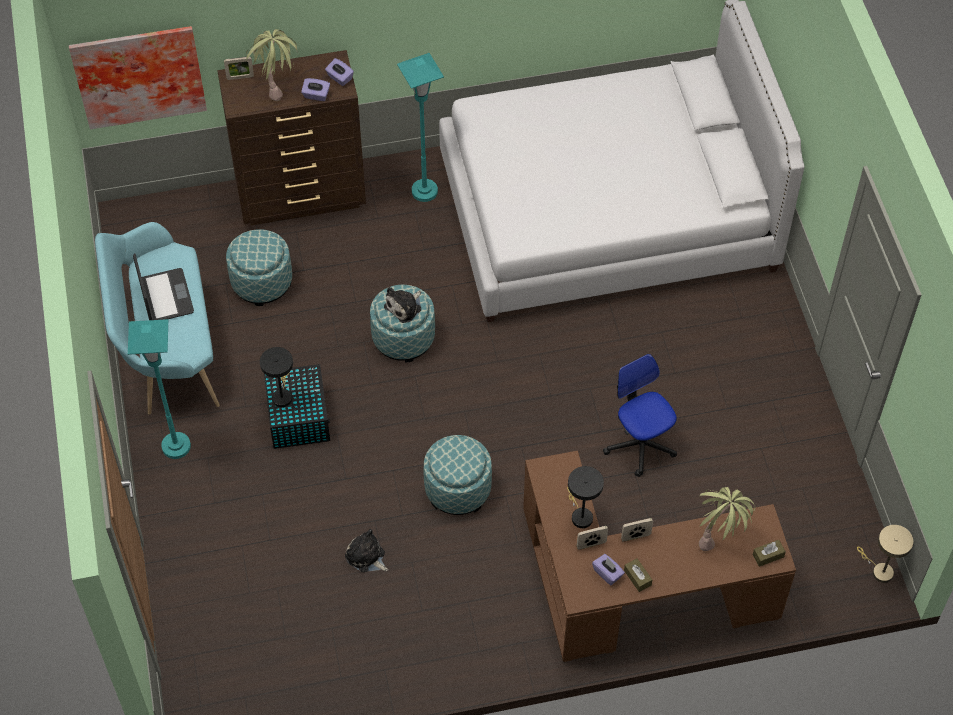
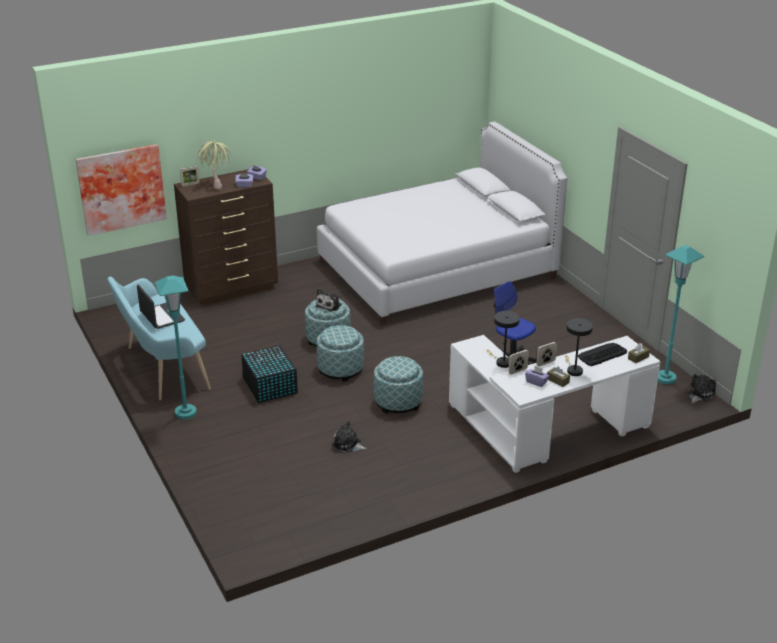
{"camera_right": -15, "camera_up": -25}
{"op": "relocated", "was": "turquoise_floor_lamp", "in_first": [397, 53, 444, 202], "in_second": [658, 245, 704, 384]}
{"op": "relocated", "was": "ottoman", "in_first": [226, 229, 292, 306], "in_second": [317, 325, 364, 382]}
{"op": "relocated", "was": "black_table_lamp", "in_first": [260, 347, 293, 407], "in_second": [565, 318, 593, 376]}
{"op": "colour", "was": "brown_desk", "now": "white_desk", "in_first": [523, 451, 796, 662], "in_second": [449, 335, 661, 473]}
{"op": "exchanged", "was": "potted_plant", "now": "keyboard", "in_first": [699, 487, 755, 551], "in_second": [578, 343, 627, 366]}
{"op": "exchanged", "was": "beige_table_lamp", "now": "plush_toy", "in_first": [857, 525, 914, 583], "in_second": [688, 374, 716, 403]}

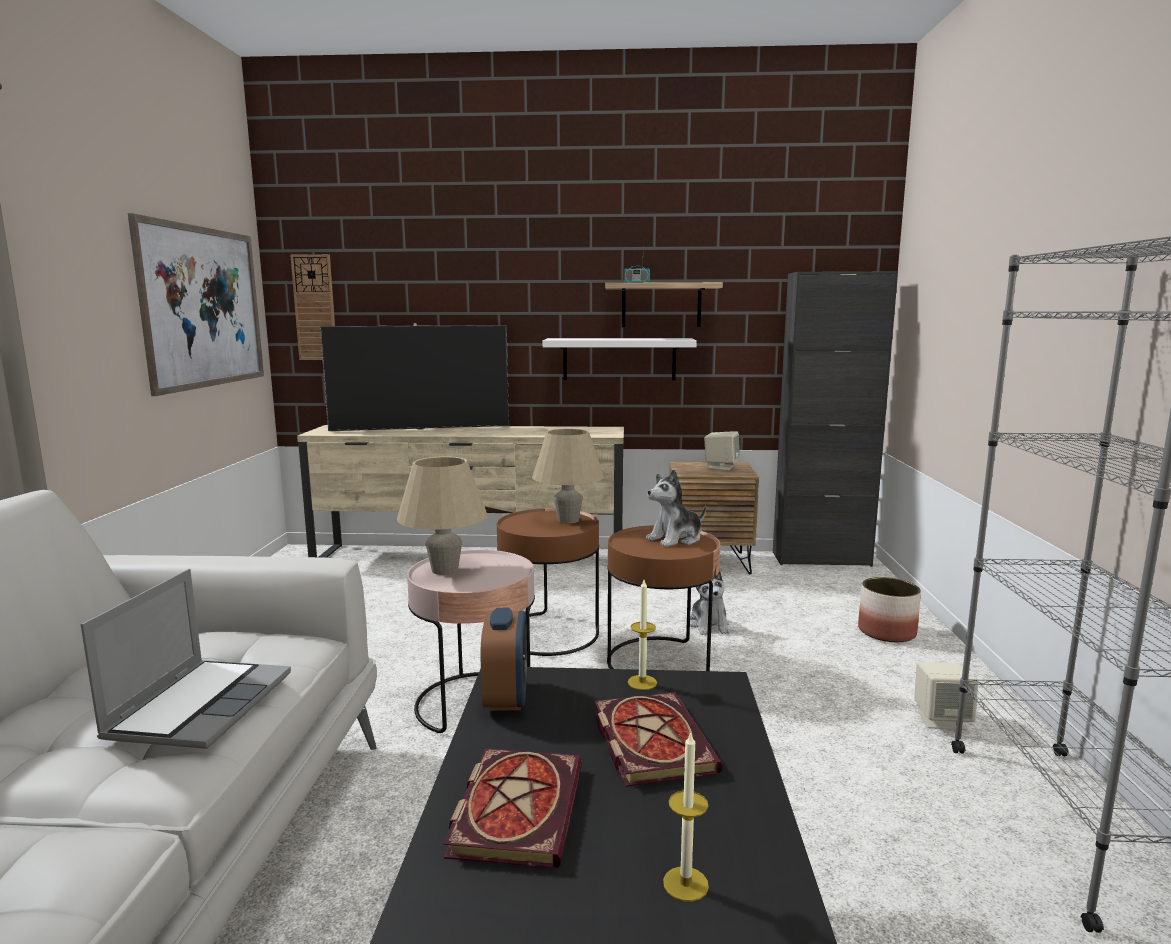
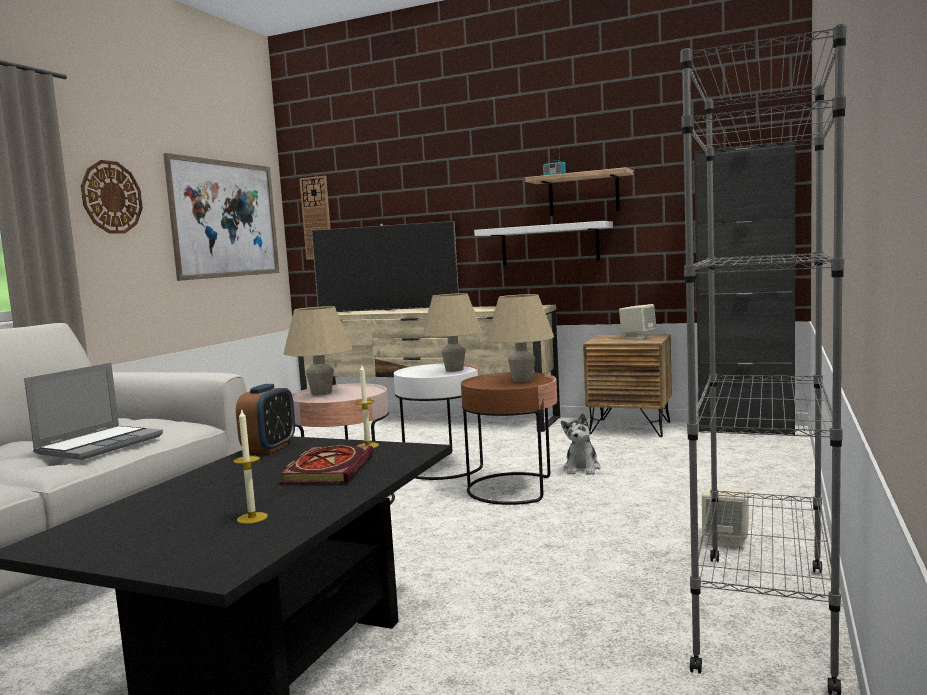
{"camera_right": 20, "camera_up": -5}
{"op": "exchanged", "was": "plush_toy", "now": "beige_table_lamp", "in_first": [646, 469, 706, 547], "in_second": [487, 294, 554, 382]}
{"op": "colour", "was": "brown_side_table", "now": "white_side_table", "in_first": [497, 508, 599, 656], "in_second": [394, 364, 483, 480]}
{"op": "missing", "was": "planter", "in_first": [858, 577, 921, 642]}
{"op": "missing", "was": "book", "in_first": [443, 748, 582, 868]}
{"op": "appeared", "now": "wall_clock", "in_second": [81, 160, 143, 234]}

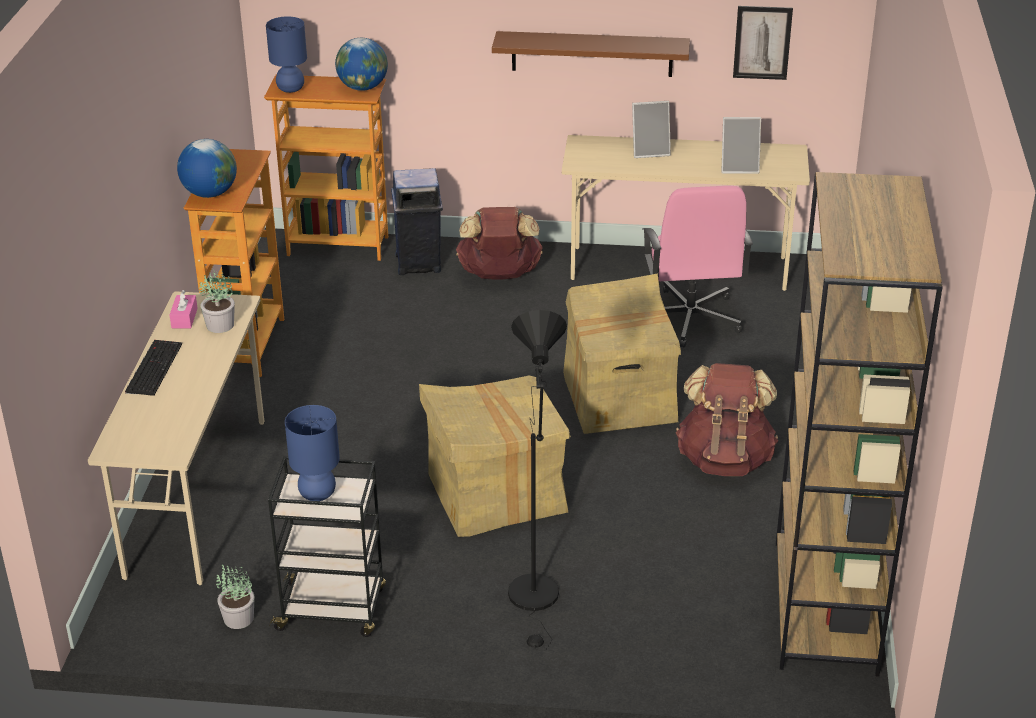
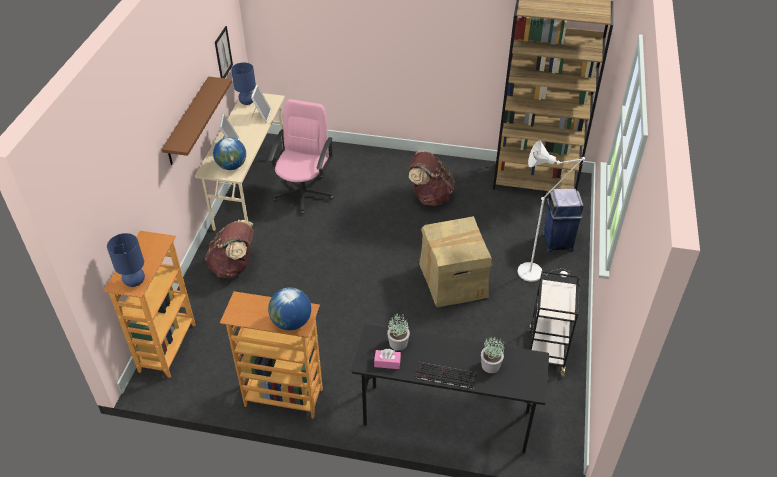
{"camera_right": -85, "camera_up": 10}
{"op": "relocated", "was": "globe", "in_first": [335, 38, 388, 91], "in_second": [213, 137, 246, 170]}
{"op": "relocated", "was": "blue_trash_can", "in_first": [391, 168, 443, 275], "in_second": [542, 188, 584, 252]}
{"op": "spun", "was": "pink_office_chair", "in_first": [643, 186, 753, 348], "in_second": [268, 99, 333, 215], "clockwise": -75}
{"op": "missing", "was": "cardboard_box", "in_first": [563, 273, 681, 434]}
{"op": "colour", "was": "beige_desk", "now": "black_desk", "in_first": [88, 291, 264, 585], "in_second": [351, 324, 549, 453]}
{"op": "colour", "was": "black_floor_lamp", "now": "white_floor_lamp", "in_first": [508, 310, 567, 651], "in_second": [517, 140, 585, 282]}
{"op": "relocated", "was": "blue_table_lamp", "in_first": [285, 405, 340, 501], "in_second": [231, 62, 256, 105]}
{"op": "relocated", "was": "potted_plant", "in_first": [216, 564, 255, 629], "in_second": [481, 337, 504, 373]}

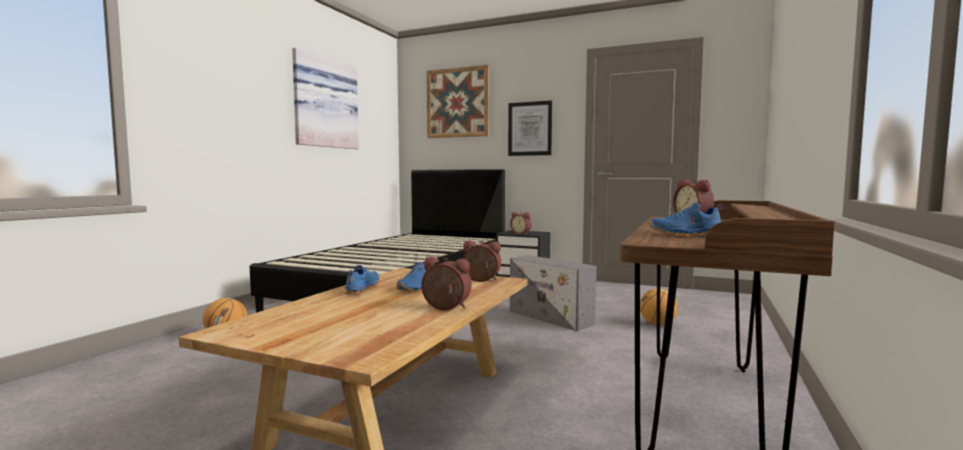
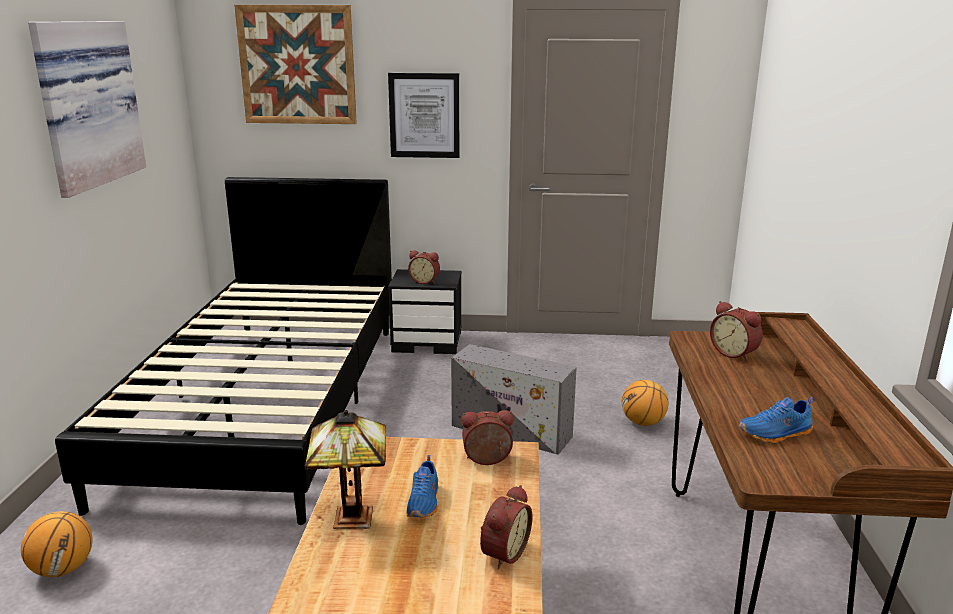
{"camera_right": -20, "camera_up": 15}
{"op": "spun", "was": "alarm_clock", "in_first": [421, 257, 472, 310], "in_second": [480, 485, 533, 569], "clockwise": 120}
{"op": "exchanged", "was": "blue_shoe", "now": "table_lamp", "in_first": [345, 265, 379, 294], "in_second": [305, 410, 386, 529]}

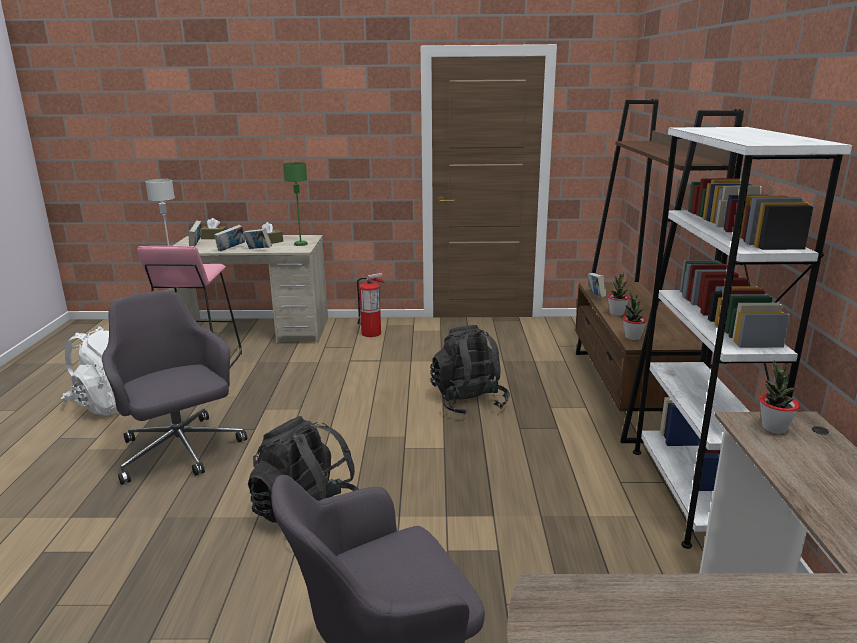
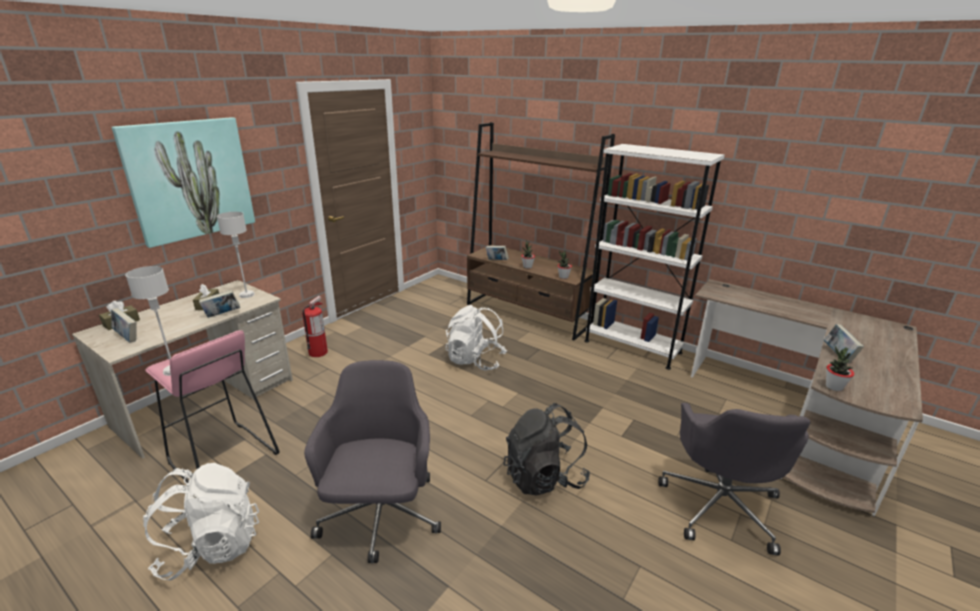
{"camera_right": -55, "camera_up": 5}
{"op": "colour", "was": "green_table_lamp", "now": "grey_table_lamp", "in_first": [283, 162, 308, 246], "in_second": [217, 212, 255, 298]}
{"op": "relocated", "was": "book", "in_first": [214, 225, 245, 252], "in_second": [824, 324, 864, 363]}
{"op": "spun", "was": "grey_office_chair", "in_first": [102, 290, 247, 485], "in_second": [304, 360, 441, 564], "clockwise": 90}
{"op": "colour", "was": "black_backpack", "now": "white_backpack", "in_first": [430, 325, 510, 415], "in_second": [446, 305, 507, 371]}
{"op": "relocated", "was": "potted_plant", "in_first": [760, 360, 800, 434], "in_second": [826, 346, 854, 391]}
{"op": "appeared", "now": "picture", "in_second": [112, 117, 255, 248]}

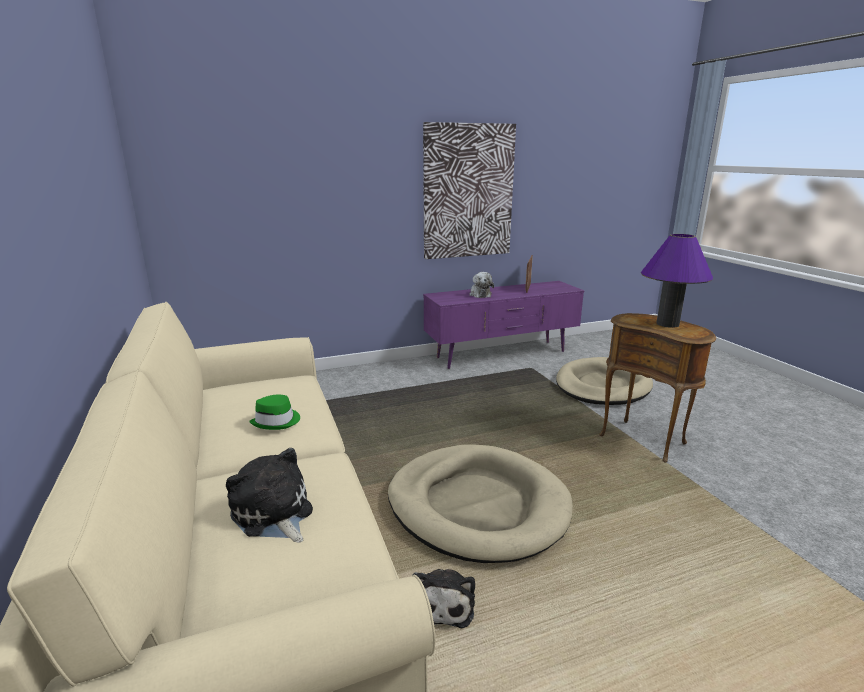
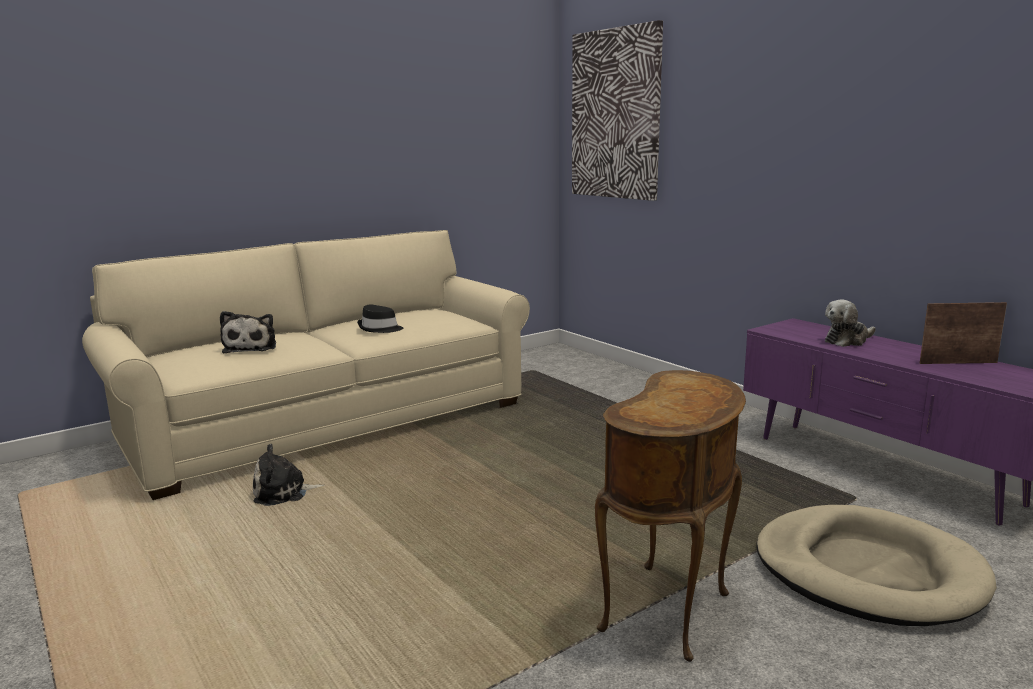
{"camera_right": 75, "camera_up": -5}
{"op": "relocated", "was": "picture", "in_first": [423, 122, 516, 259], "in_second": [572, 20, 663, 201]}
{"op": "missing", "was": "purple_table_lamp", "in_first": [641, 234, 713, 328]}
{"op": "colour", "was": "green_hat", "now": "black_hat", "in_first": [249, 395, 300, 430], "in_second": [357, 305, 403, 333]}
{"op": "missing", "was": "beige_dog_bed", "in_first": [388, 444, 573, 563]}
{"op": "spun", "was": "plush_toy", "in_first": [226, 448, 313, 543], "in_second": [220, 311, 276, 354], "clockwise": 135}

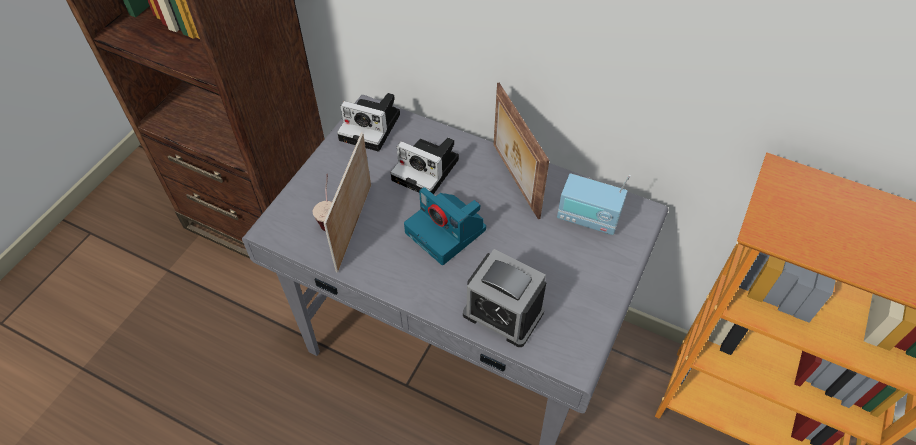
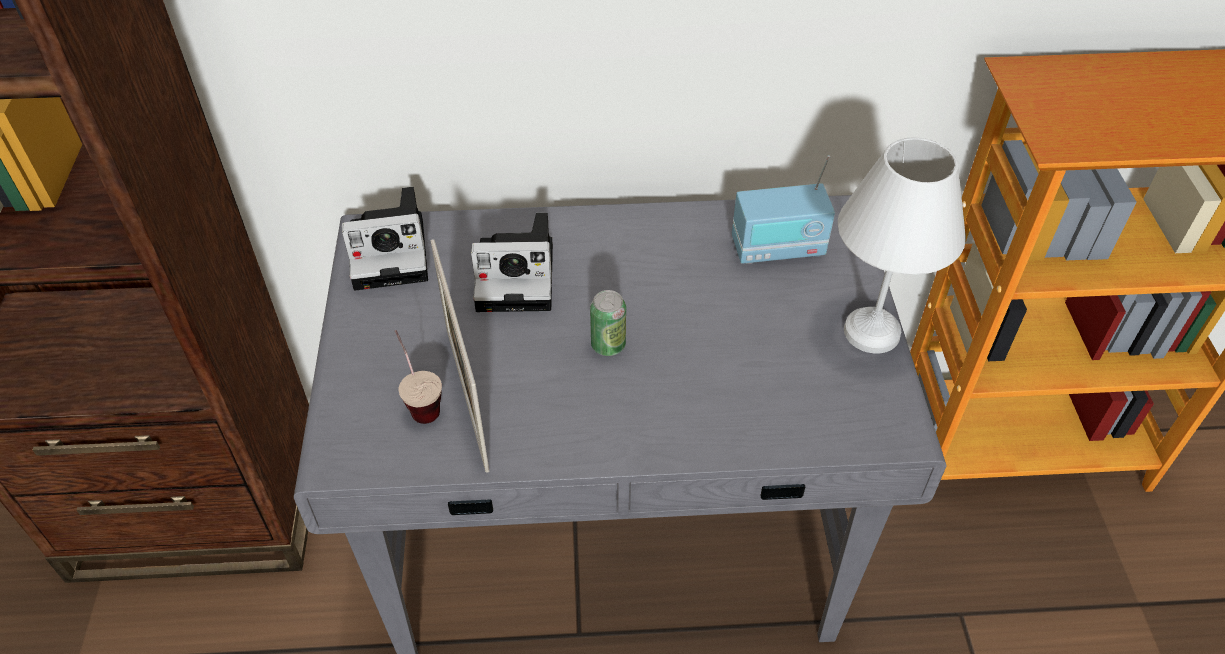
{"camera_right": -30, "camera_up": -5}
{"op": "missing", "was": "picture_frame", "in_first": [494, 83, 549, 219]}
{"op": "exchanged", "was": "photo_camera", "now": "can", "in_first": [404, 187, 486, 265], "in_second": [590, 290, 626, 356]}
{"op": "missing", "was": "alarm_clock", "in_first": [463, 249, 547, 347]}
{"op": "appeared", "now": "white_table_lamp", "in_second": [838, 137, 966, 354]}

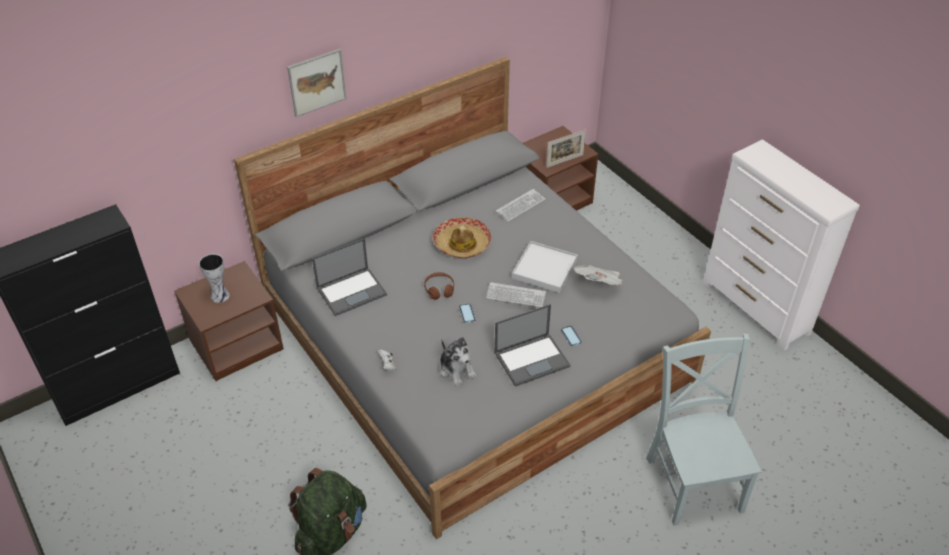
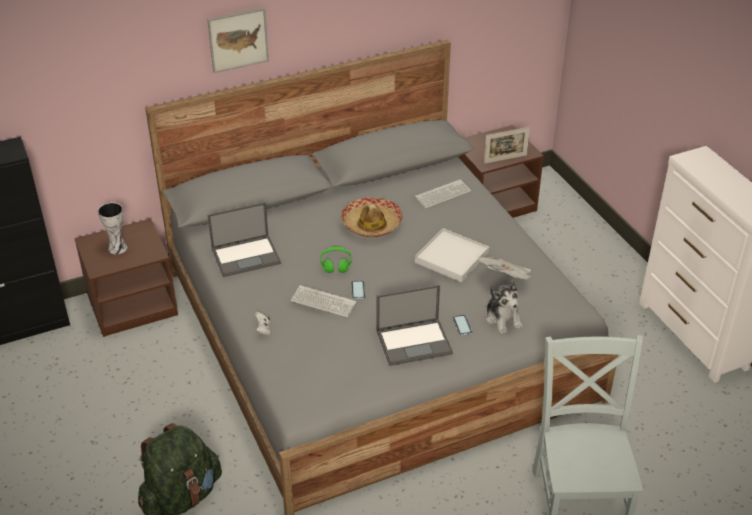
{"camera_right": 10, "camera_up": -5}
{"op": "colour", "was": "brown_headphones", "now": "green_headphones", "in_first": [424, 272, 454, 300], "in_second": [320, 247, 352, 273]}
{"op": "relocated", "was": "keyboard", "in_first": [486, 282, 546, 307], "in_second": [291, 285, 356, 317]}
{"op": "relocated", "was": "plush_toy", "in_first": [440, 337, 476, 387], "in_second": [485, 281, 522, 334]}

